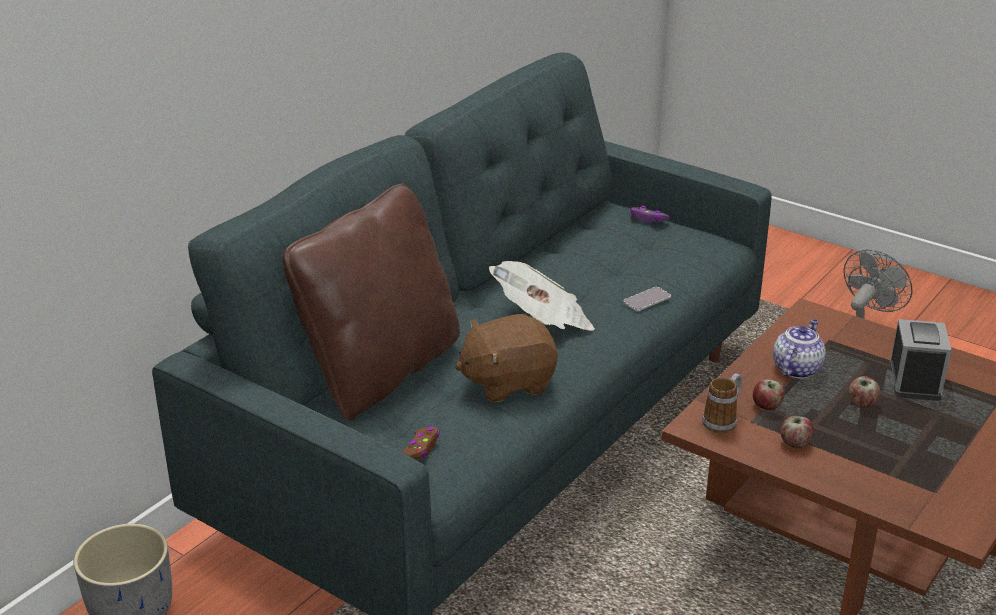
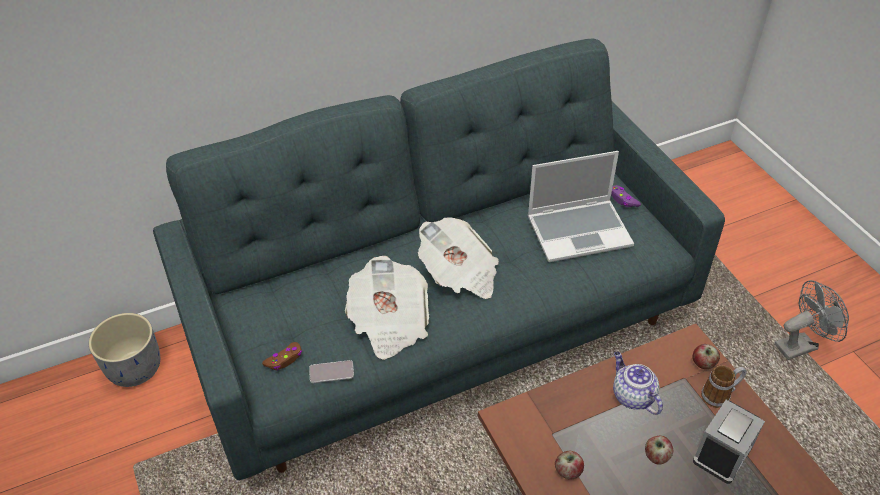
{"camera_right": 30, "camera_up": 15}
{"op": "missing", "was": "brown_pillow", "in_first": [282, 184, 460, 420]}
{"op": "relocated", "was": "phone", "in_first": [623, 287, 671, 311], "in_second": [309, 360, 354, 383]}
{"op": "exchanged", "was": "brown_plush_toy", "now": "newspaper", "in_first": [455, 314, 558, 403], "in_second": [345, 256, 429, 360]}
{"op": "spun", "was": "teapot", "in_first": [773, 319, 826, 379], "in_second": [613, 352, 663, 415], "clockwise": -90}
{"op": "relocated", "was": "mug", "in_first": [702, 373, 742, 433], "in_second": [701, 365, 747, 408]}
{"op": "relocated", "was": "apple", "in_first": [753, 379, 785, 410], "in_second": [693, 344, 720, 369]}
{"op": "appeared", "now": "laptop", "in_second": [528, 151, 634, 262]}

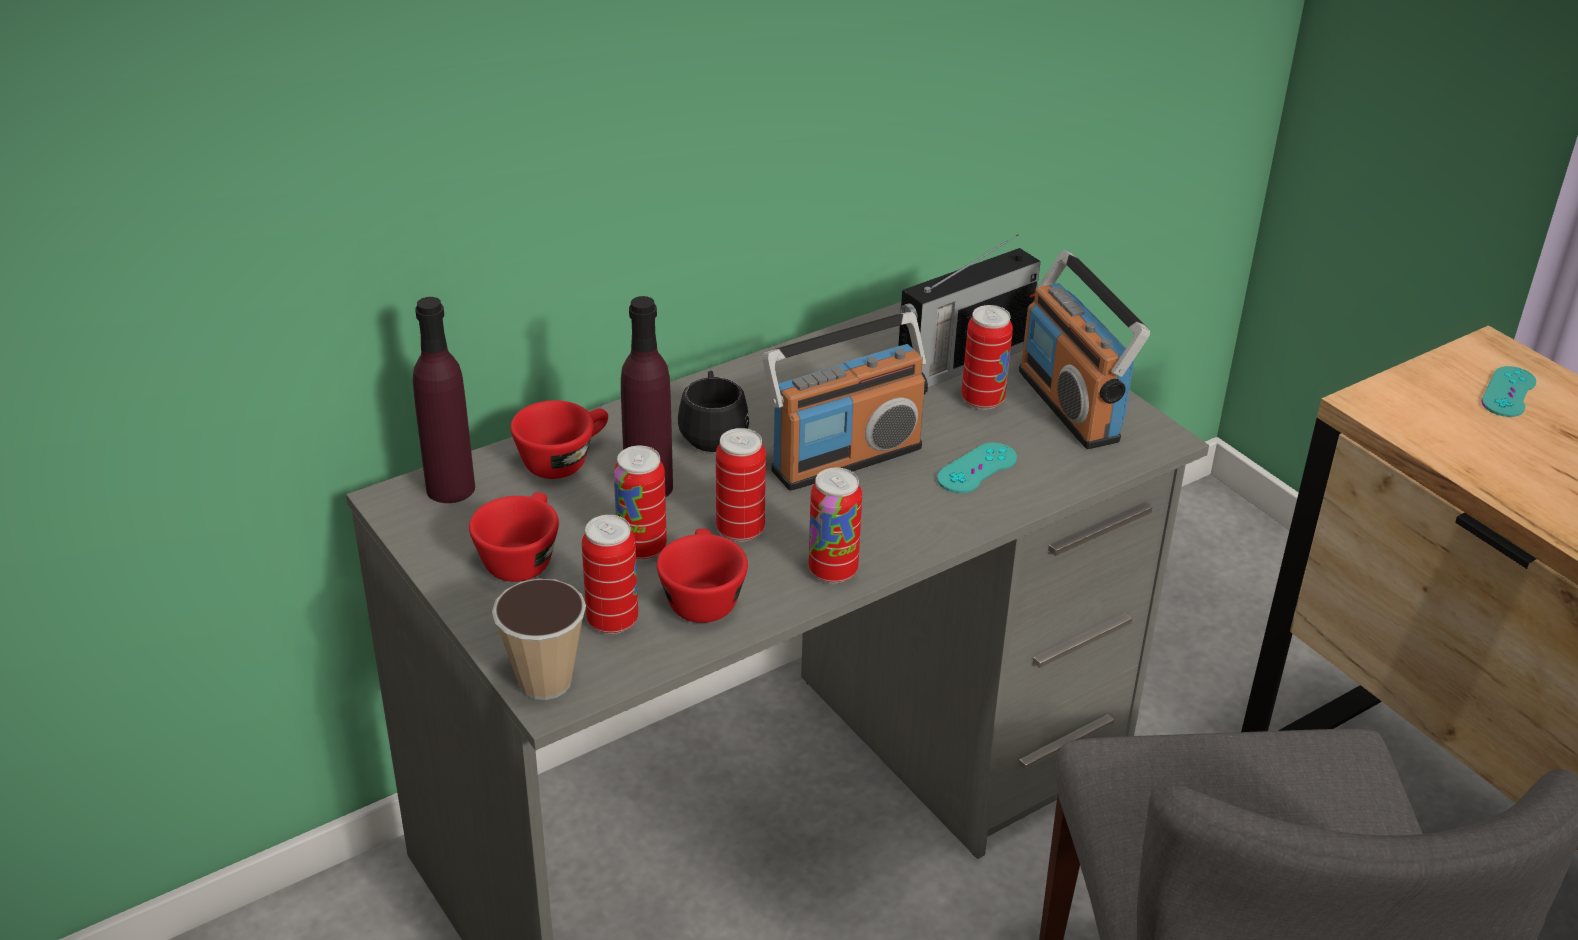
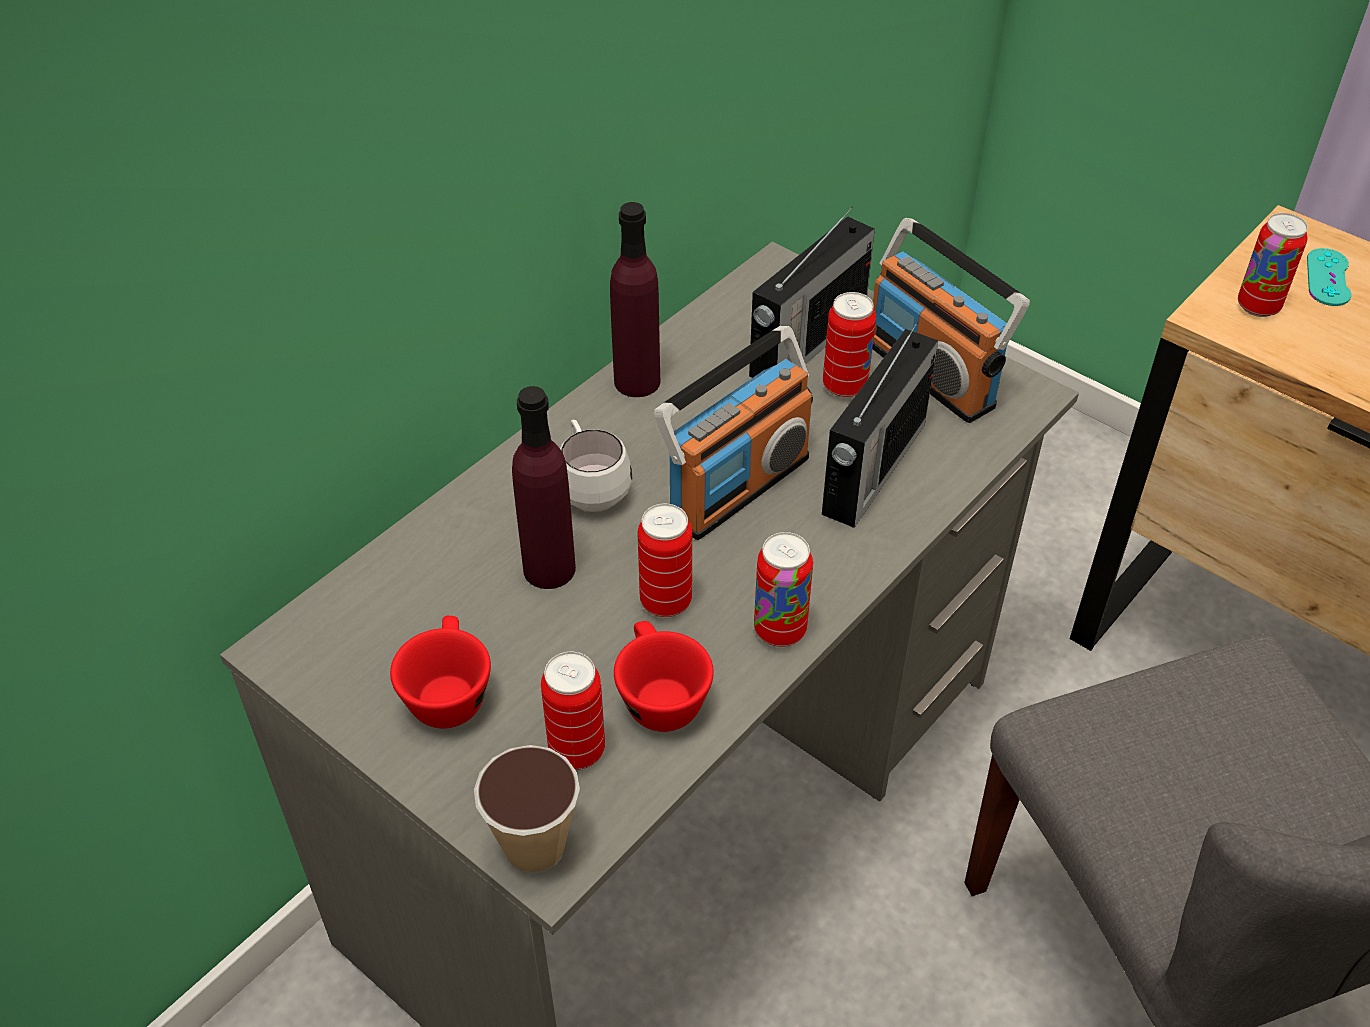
{"camera_right": -15, "camera_up": 10}
{"op": "relocated", "was": "purple_bottle", "in_first": [413, 297, 475, 503], "in_second": [610, 202, 660, 397]}
{"op": "colour", "was": "black_mug", "now": "white_mug", "in_first": [678, 371, 750, 452], "in_second": [560, 420, 632, 512]}
{"op": "missing", "was": "red_cup", "in_first": [510, 400, 608, 479]}
{"op": "exchanged", "was": "turquoise_game_controller", "now": "radio", "in_first": [937, 443, 1017, 493], "in_second": [822, 321, 938, 528]}
{"op": "relocated", "was": "can", "in_first": [614, 446, 667, 560], "in_second": [1238, 213, 1308, 317]}

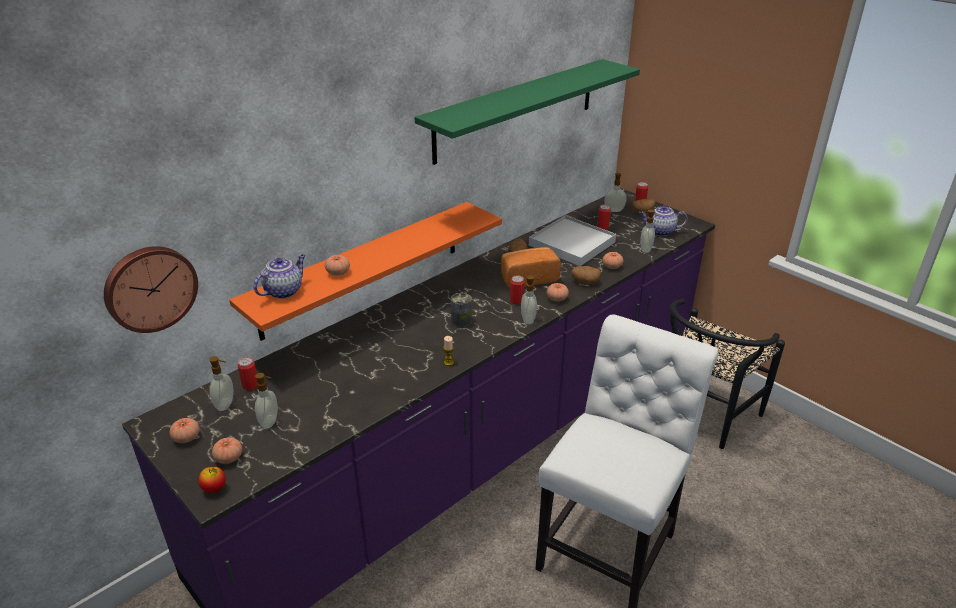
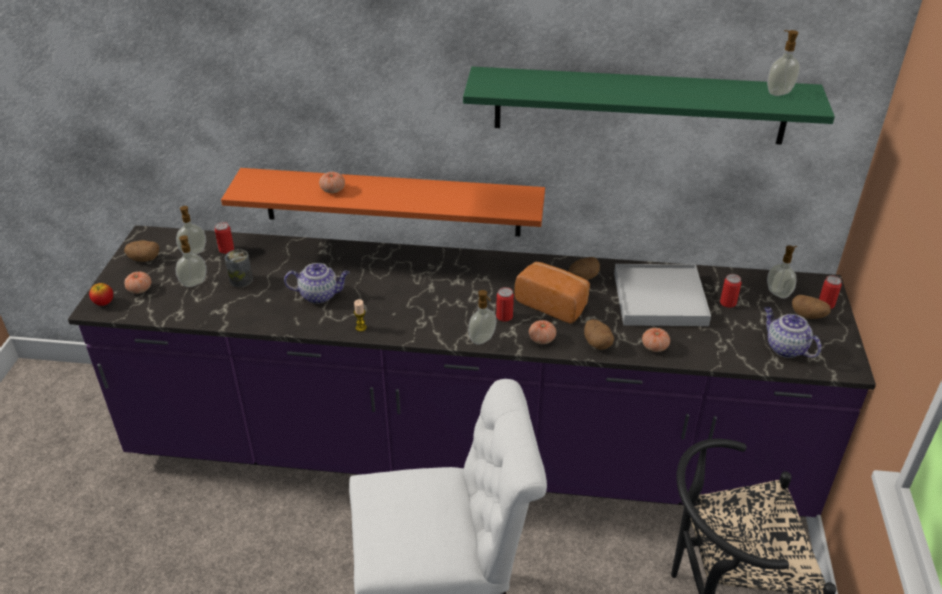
{"camera_right": 50, "camera_up": 5}
{"op": "relocated", "was": "soap_dispenser", "in_first": [640, 209, 655, 253], "in_second": [767, 30, 800, 96]}
{"op": "missing", "was": "wall_clock", "in_first": [104, 246, 198, 333]}
{"op": "relocated", "was": "teapot", "in_first": [254, 254, 306, 299], "in_second": [284, 263, 350, 304]}
{"op": "relocated", "was": "can", "in_first": [451, 293, 472, 327], "in_second": [225, 249, 253, 288]}
{"op": "exchanged", "was": "tomato", "now": "potato", "in_first": [170, 418, 199, 443], "in_second": [124, 240, 159, 262]}

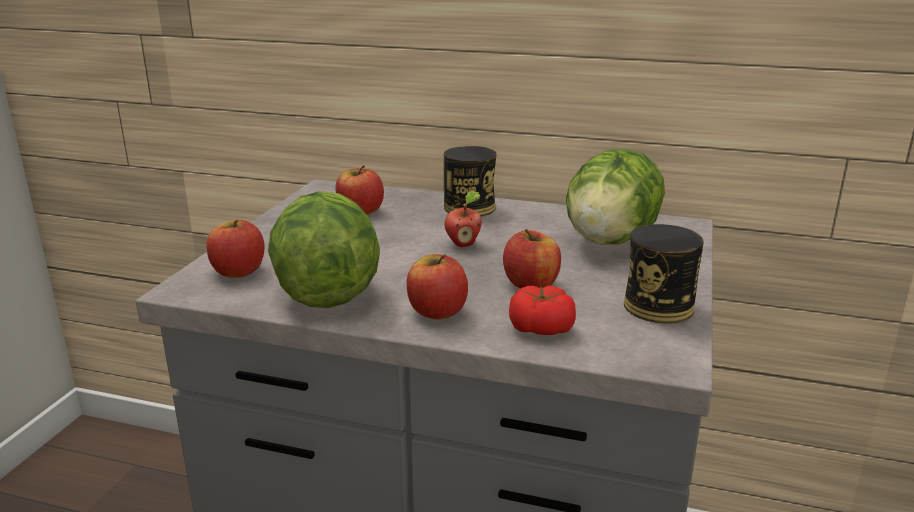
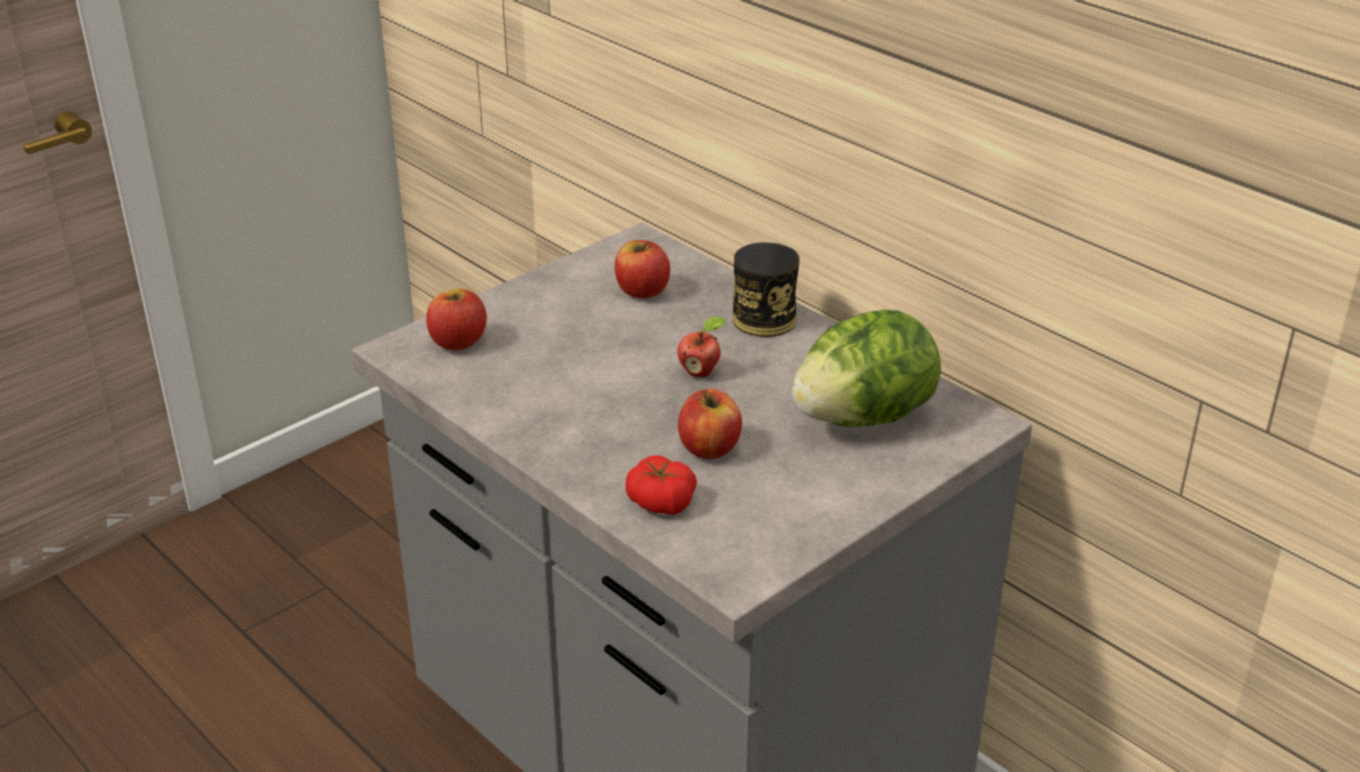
{"camera_right": 30, "camera_up": 10}
{"op": "missing", "was": "lettuce", "in_first": [268, 191, 380, 308]}
{"op": "missing", "was": "can", "in_first": [624, 224, 704, 323]}
{"op": "missing", "was": "apple", "in_first": [407, 254, 468, 319]}

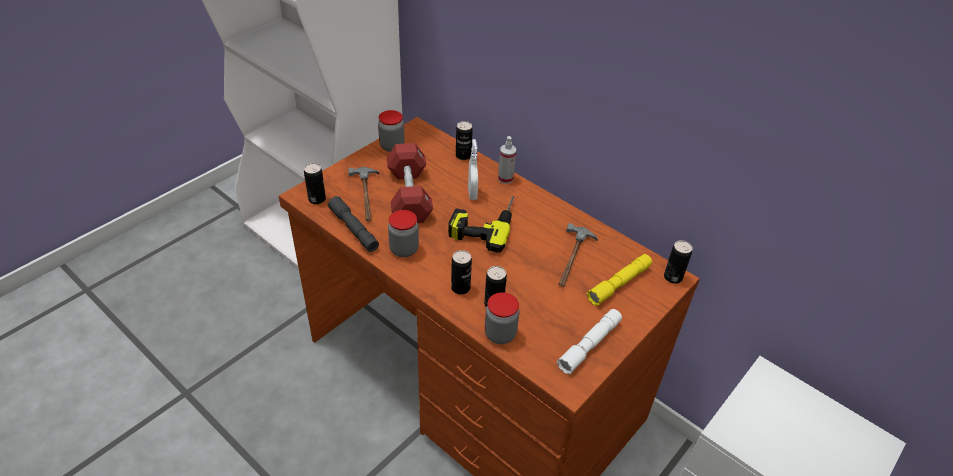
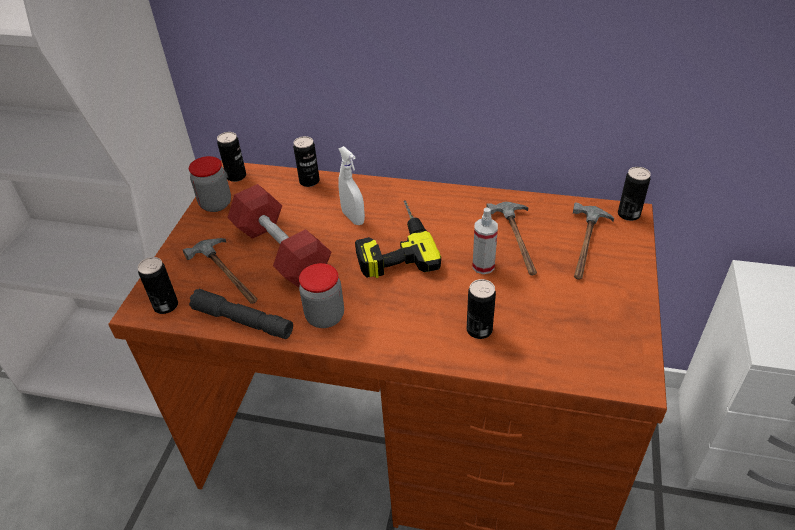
{"camera_right": -25, "camera_up": 0}
{"op": "relocated", "was": "spray_bottle", "in_first": [498, 136, 516, 184], "in_second": [472, 208, 498, 274]}
{"op": "relocated", "was": "can", "in_first": [451, 250, 472, 294], "in_second": [217, 132, 246, 182]}
{"op": "exchanged", "was": "yellow_flashlight", "now": "hammer", "in_first": [587, 254, 652, 306], "in_second": [573, 202, 614, 279]}
{"op": "missing", "was": "jar", "in_first": [485, 292, 519, 344]}
{"op": "missing", "was": "white_flashlight", "in_first": [557, 309, 622, 374]}

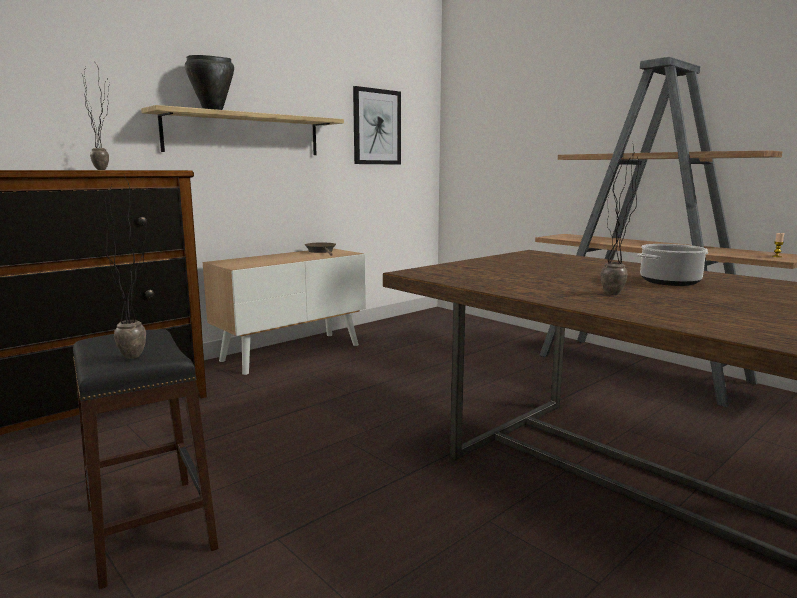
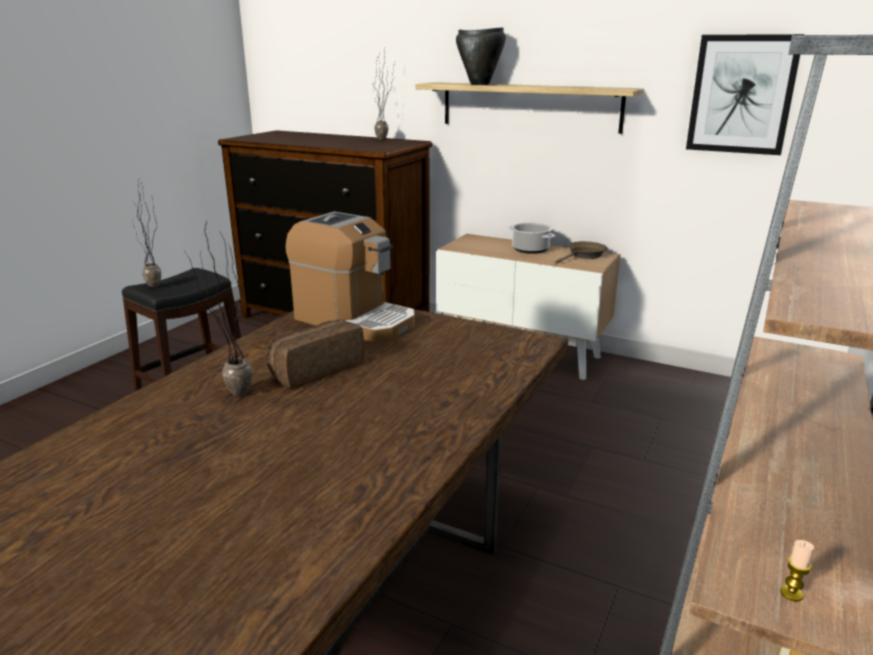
{"camera_right": 70, "camera_up": 10}
{"op": "relocated", "was": "cooking_pot", "in_first": [637, 244, 708, 286], "in_second": [509, 223, 556, 254]}
{"op": "appeared", "now": "coffee_machine", "in_second": [285, 211, 415, 343]}
{"op": "appeared", "now": "bread", "in_second": [267, 320, 364, 388]}

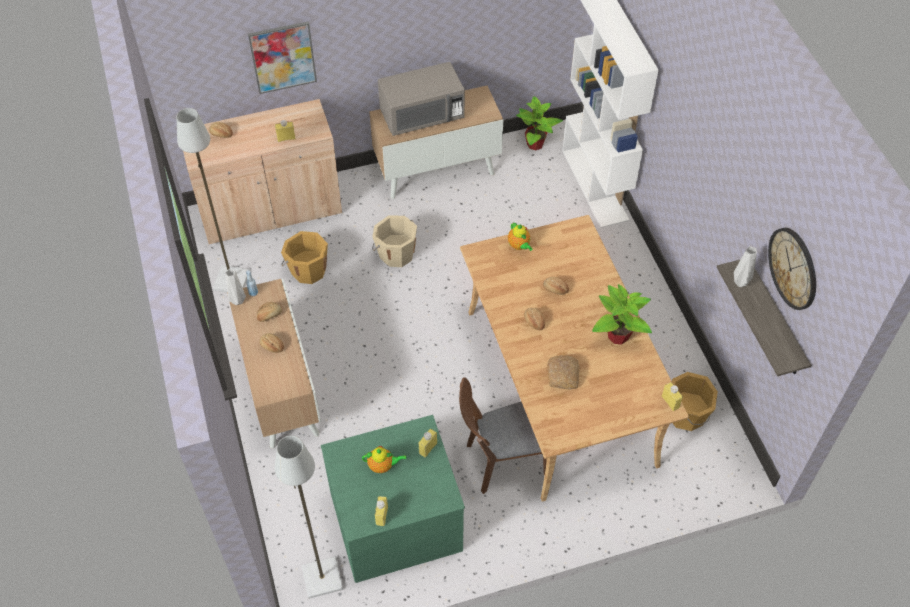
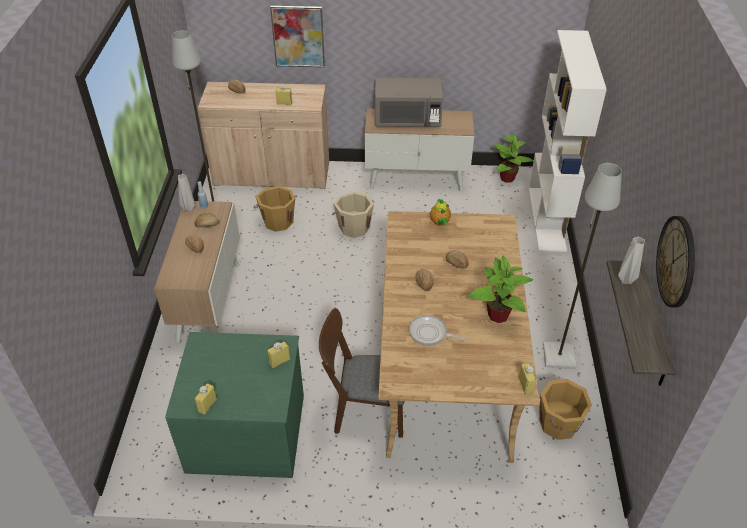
{"camera_right": 20, "camera_up": -10}
{"op": "exchanged", "was": "bread", "now": "frying_pan", "in_first": [547, 355, 580, 389], "in_second": [409, 315, 466, 346]}
{"op": "relocated", "was": "grey_floor_lamp", "in_first": [275, 436, 343, 599], "in_second": [543, 163, 622, 369]}
{"op": "missing", "was": "teapot", "in_first": [362, 446, 406, 473]}

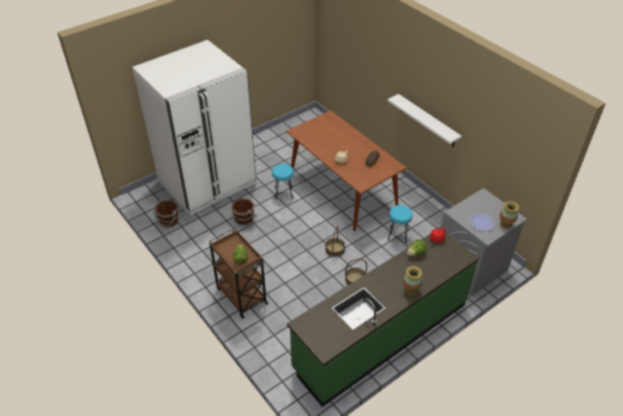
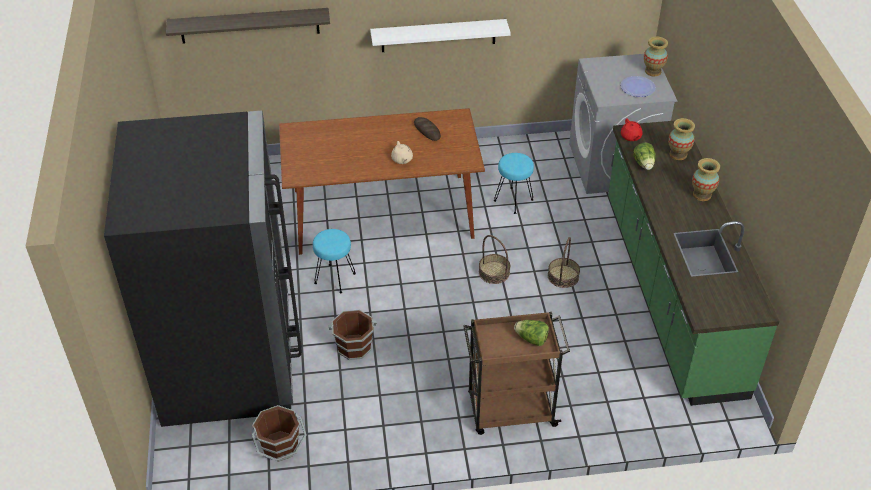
{"camera_right": -60, "camera_up": 0}
{"op": "colour", "was": "white_fridge", "now": "black_fridge", "in_first": [132, 40, 256, 215], "in_second": [104, 110, 302, 427]}
{"op": "appeared", "now": "shelf", "in_second": [166, 8, 330, 44]}
{"op": "appeared", "now": "vase", "in_second": [668, 118, 695, 160]}

